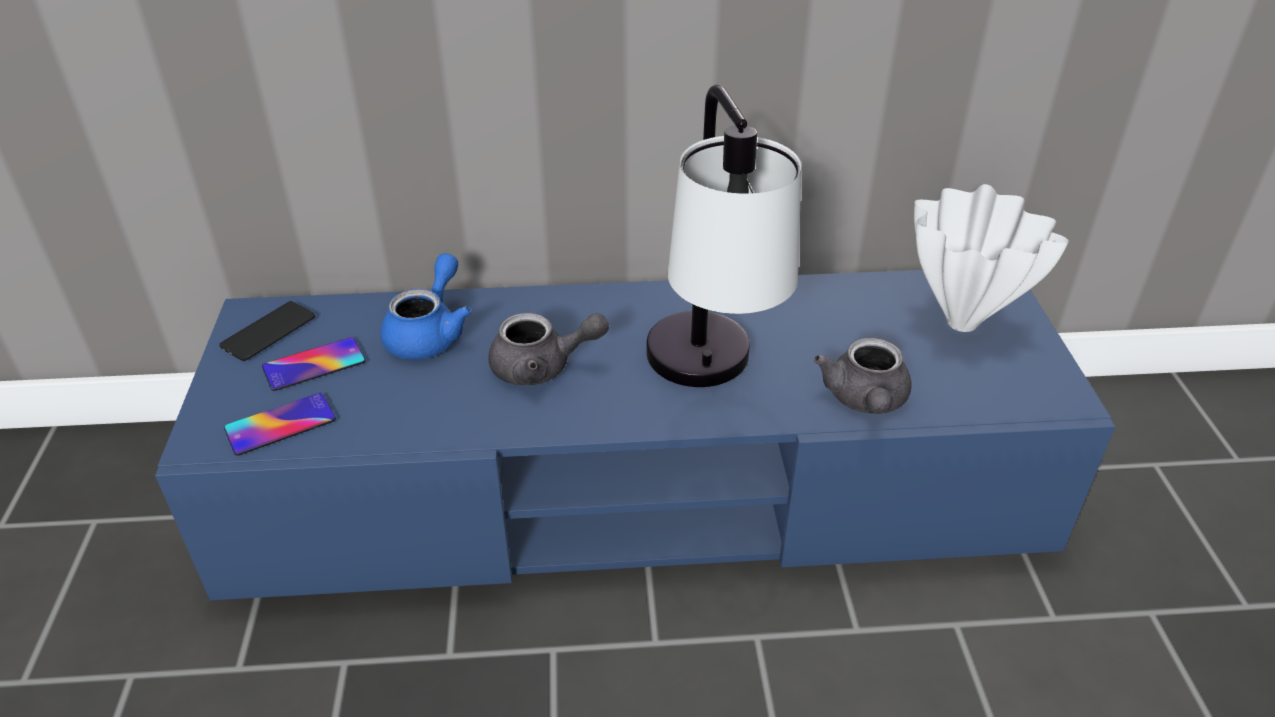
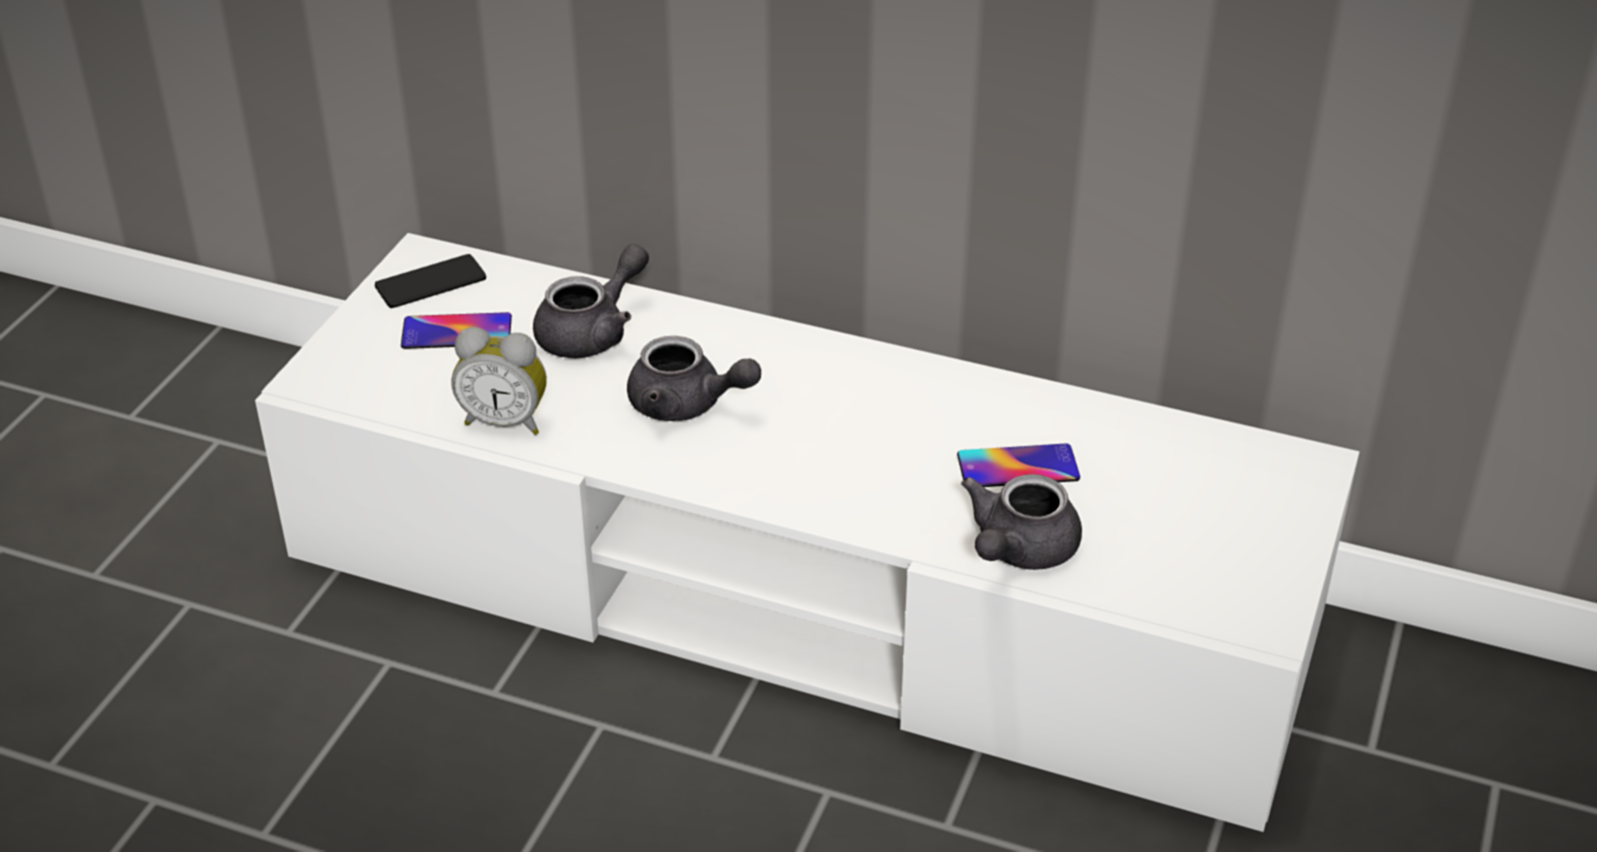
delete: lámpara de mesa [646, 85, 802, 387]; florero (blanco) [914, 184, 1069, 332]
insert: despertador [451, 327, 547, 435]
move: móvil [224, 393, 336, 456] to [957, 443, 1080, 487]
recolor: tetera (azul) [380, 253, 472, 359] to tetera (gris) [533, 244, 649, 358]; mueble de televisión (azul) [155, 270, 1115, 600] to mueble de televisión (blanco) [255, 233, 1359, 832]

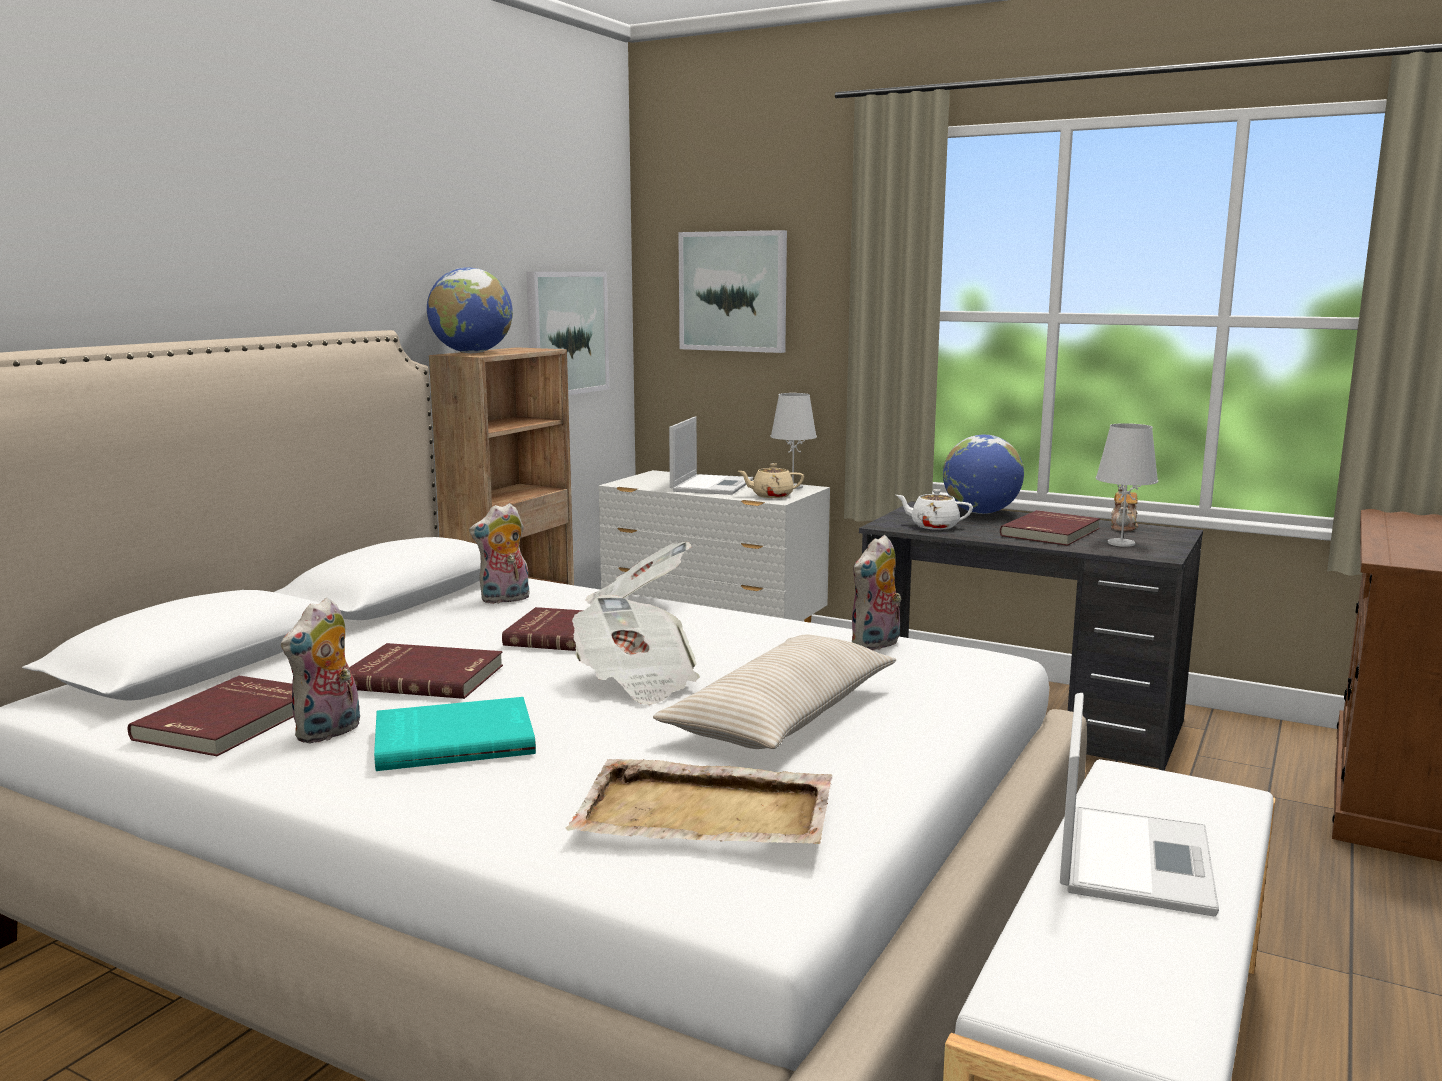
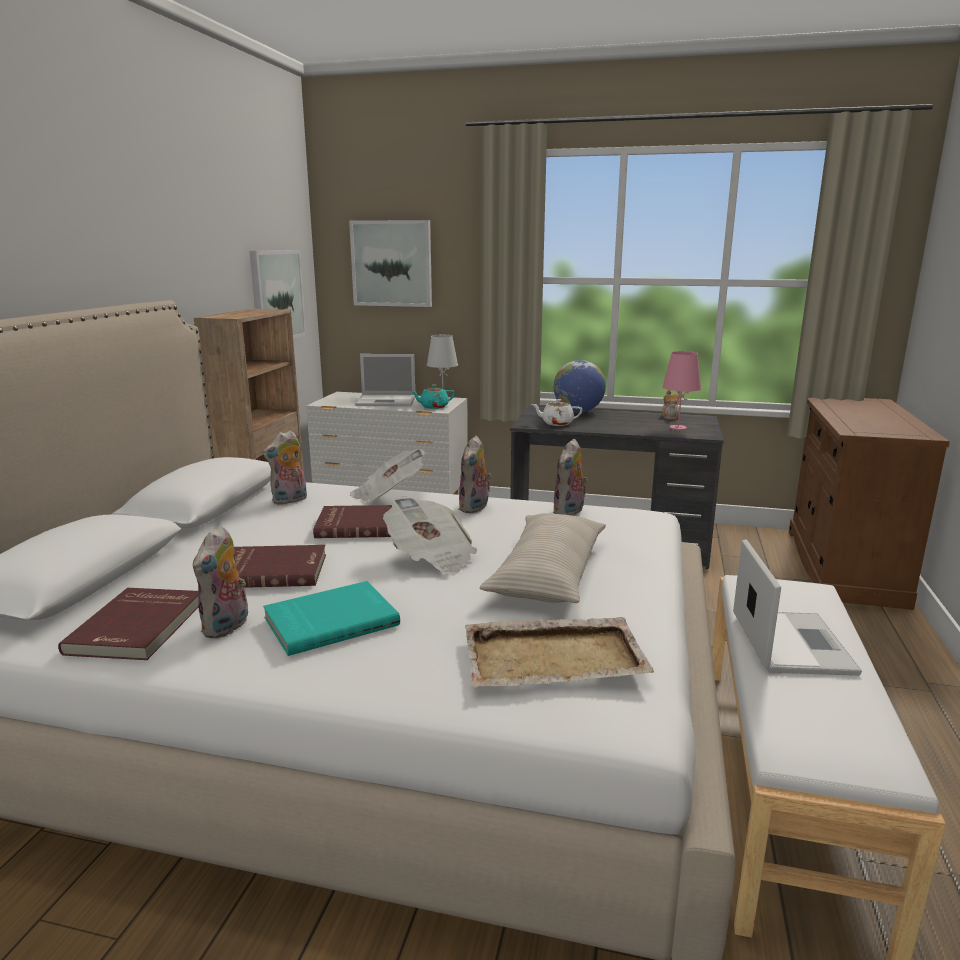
delete: globo terráqueo [427, 267, 513, 353]; libro (rojo) [1000, 510, 1100, 546]
insert: peluche [459, 435, 492, 513]
recolor: lámpara de mesa (blanco) [1096, 423, 1158, 547] to lámpara de mesa (rosa) [662, 351, 701, 430]; tetera (beis) [738, 463, 804, 498] to tetera (turquesa) [411, 385, 455, 409]
rotate: portátil [669, 416, 753, 495] = [355, 354, 415, 406] 90 degrees clockwise

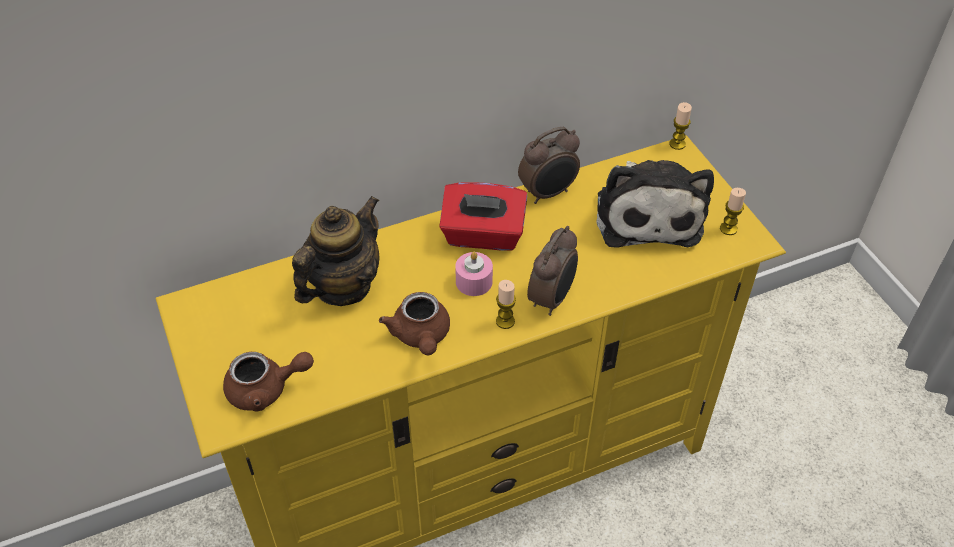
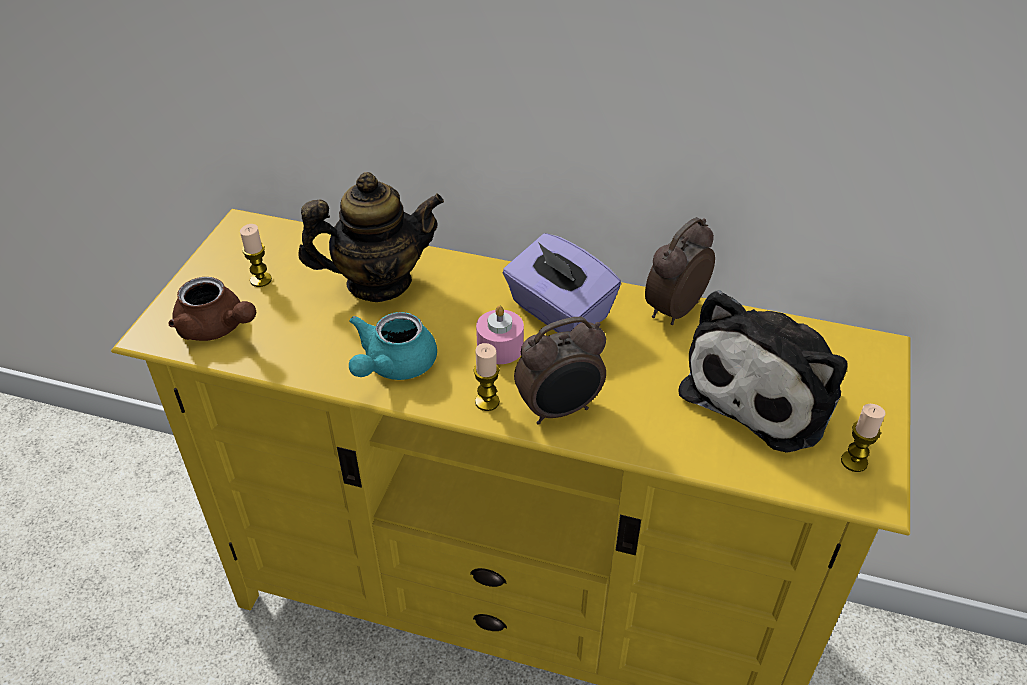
move: vela [669, 102, 692, 150] to [240, 224, 272, 287]
recolor: caja de pañuelos (rojo) [439, 182, 527, 251] to caja de pañuelos (morado) [503, 233, 621, 333]; tetera (marrón) [379, 292, 450, 355] to tetera (turquesa) [349, 312, 437, 380]
rotate: despertador [518, 127, 580, 204] = [645, 217, 715, 325] 120 degrees clockwise

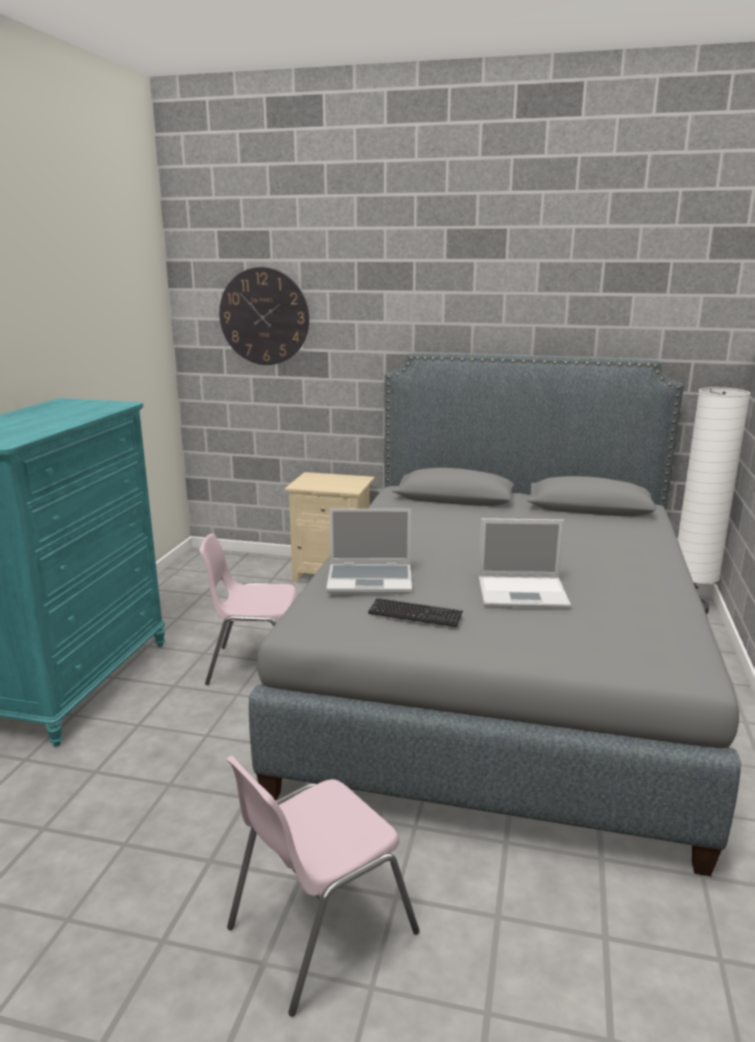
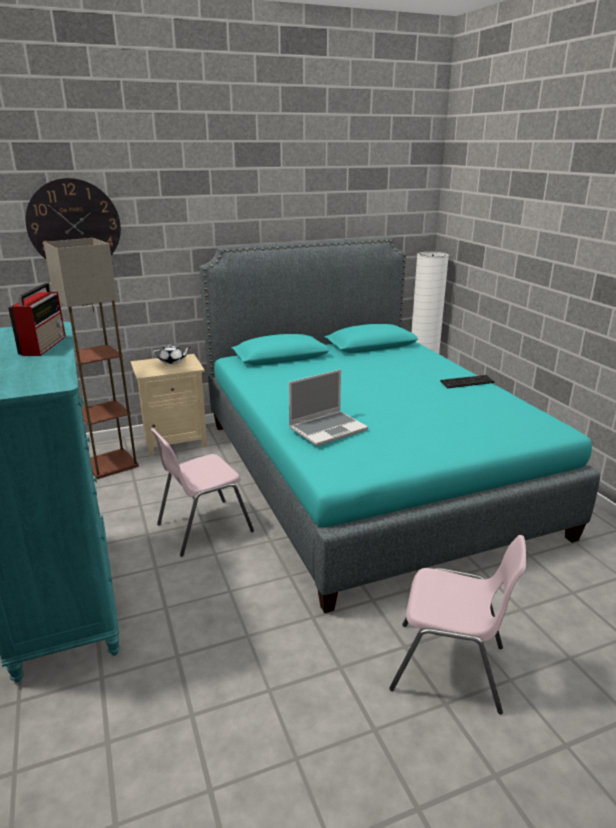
delete: portátil [478, 518, 571, 608]
insert: lámpara de pie [43, 238, 139, 479]; radio [8, 283, 66, 356]; tetera (blanco) [153, 344, 191, 364]
move: teclado [368, 598, 463, 627] to [440, 375, 495, 388]
recolor: cama (gris) [249, 353, 741, 876] to cama (turquesa) [199, 237, 600, 613]
rotate: silla (rosa) [226, 756, 420, 1016] = [389, 535, 526, 714] 90 degrees counterclockwise

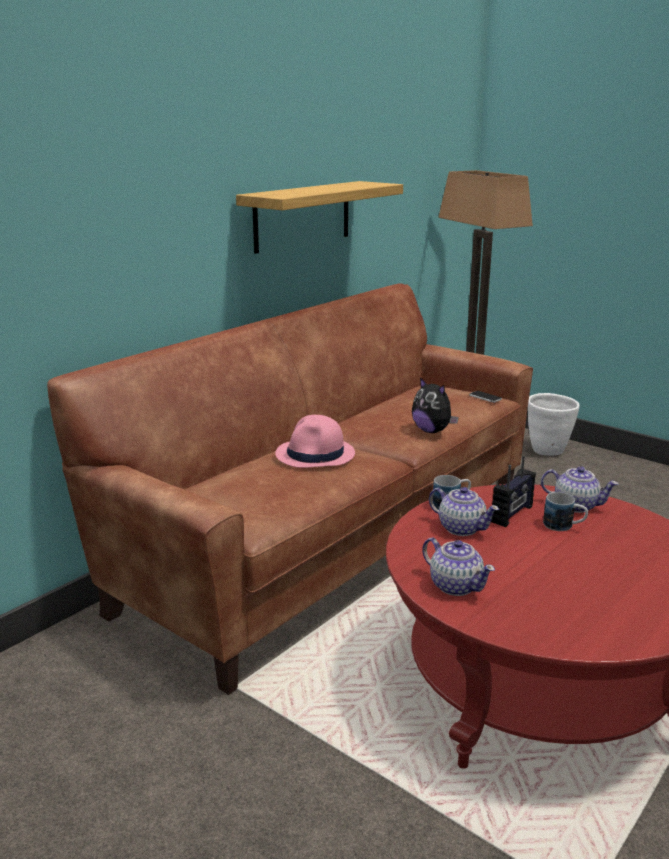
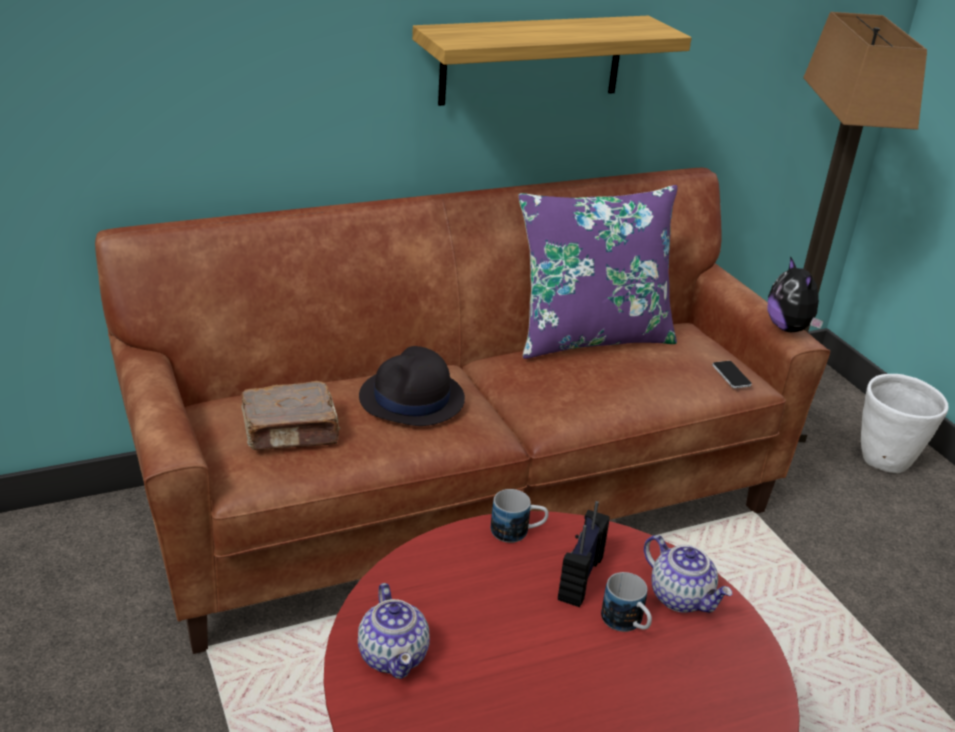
delete: tetera [429, 487, 499, 536]
insert: cojín (morado) [519, 185, 678, 359]; libro (marrón) [241, 381, 341, 450]
move: peluche [412, 378, 459, 433] to [767, 256, 824, 332]
recolor: sombrero (rosa) [275, 415, 355, 468] to sombrero (negro) [359, 346, 465, 426]
rotate: radio [491, 456, 536, 527] = [558, 501, 610, 607] 135 degrees clockwise

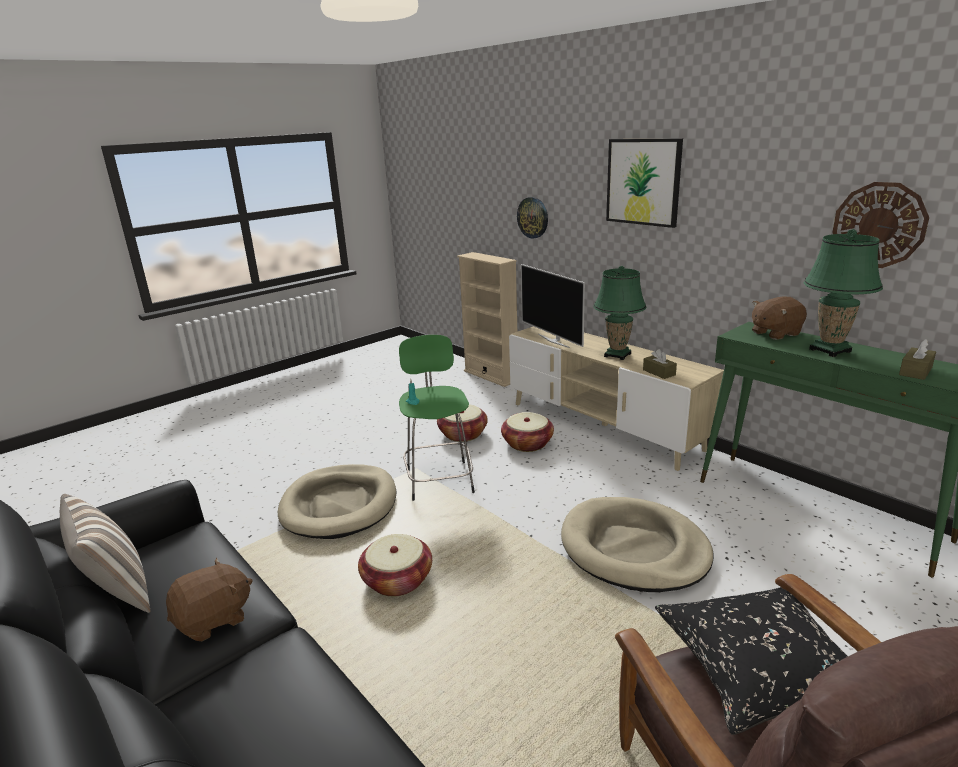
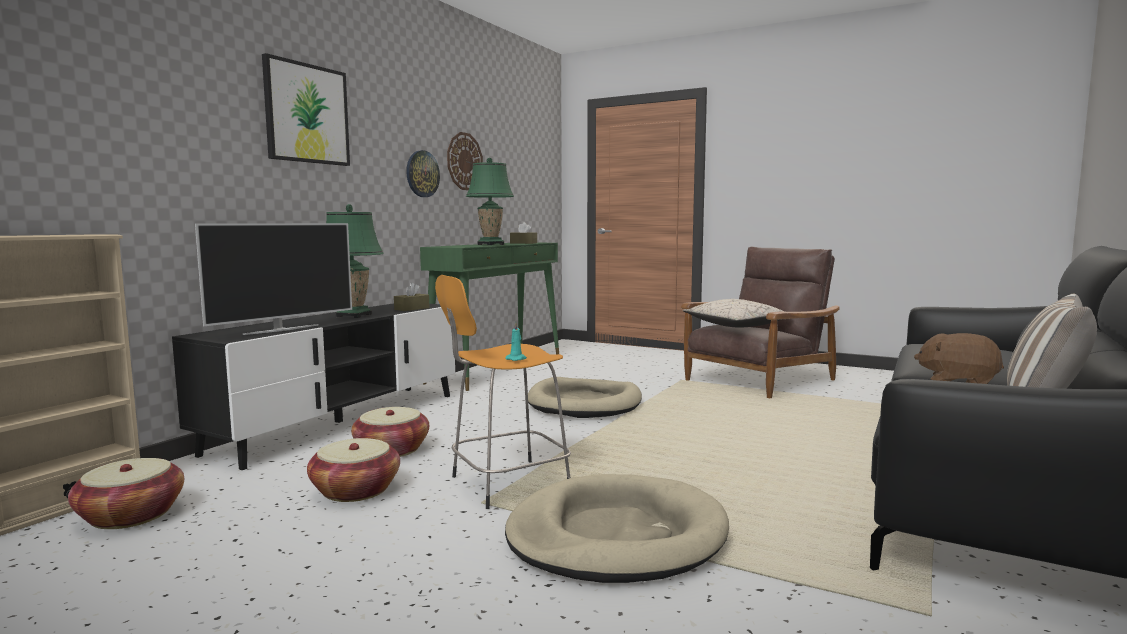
delete: peluche (marrón) [752, 297, 807, 340]
move: reloj de pared [517, 197, 548, 239] to [406, 150, 440, 197]; cesta [358, 534, 432, 597] to [68, 458, 184, 529]
recolor: mueble de televisión (beis) [509, 326, 724, 471] to mueble de televisión (negro) [172, 303, 455, 470]; taburete (verde) [399, 335, 475, 501] to taburete (naranja) [435, 275, 571, 509]; cojín (negro) [655, 587, 848, 735] to cojín (beis) [683, 299, 785, 328]

